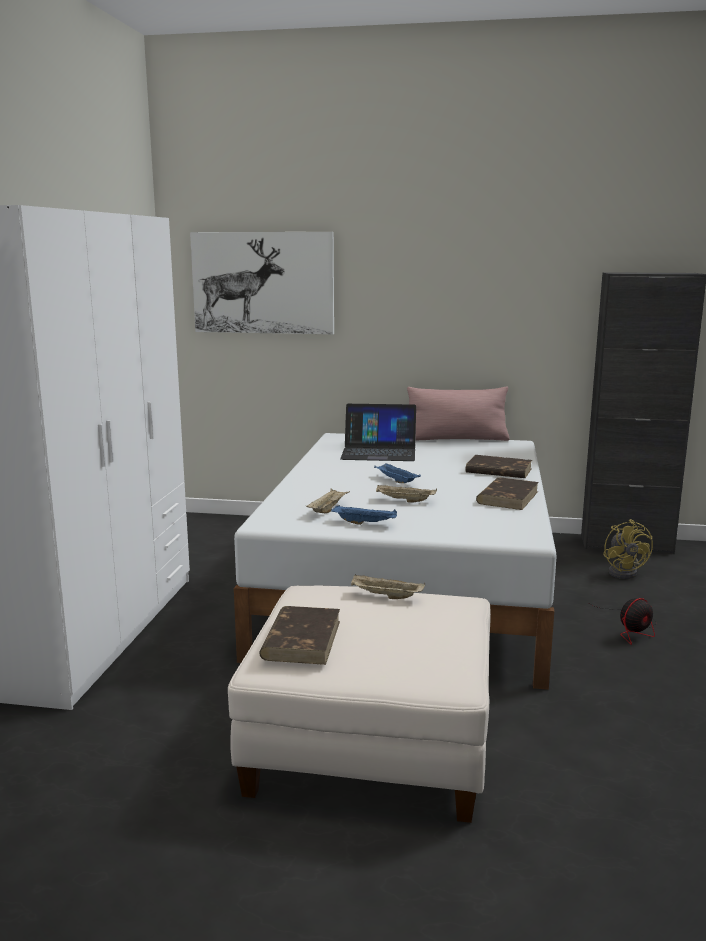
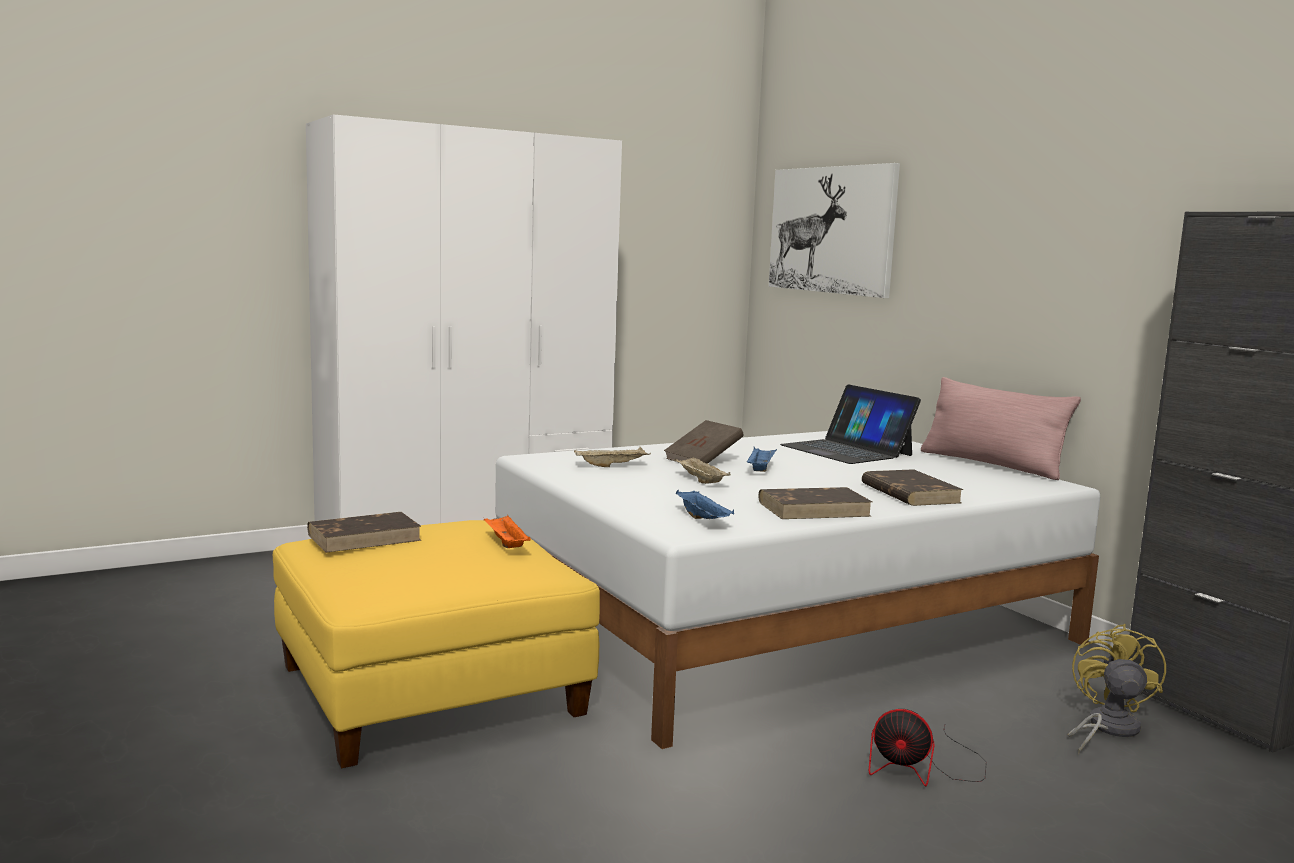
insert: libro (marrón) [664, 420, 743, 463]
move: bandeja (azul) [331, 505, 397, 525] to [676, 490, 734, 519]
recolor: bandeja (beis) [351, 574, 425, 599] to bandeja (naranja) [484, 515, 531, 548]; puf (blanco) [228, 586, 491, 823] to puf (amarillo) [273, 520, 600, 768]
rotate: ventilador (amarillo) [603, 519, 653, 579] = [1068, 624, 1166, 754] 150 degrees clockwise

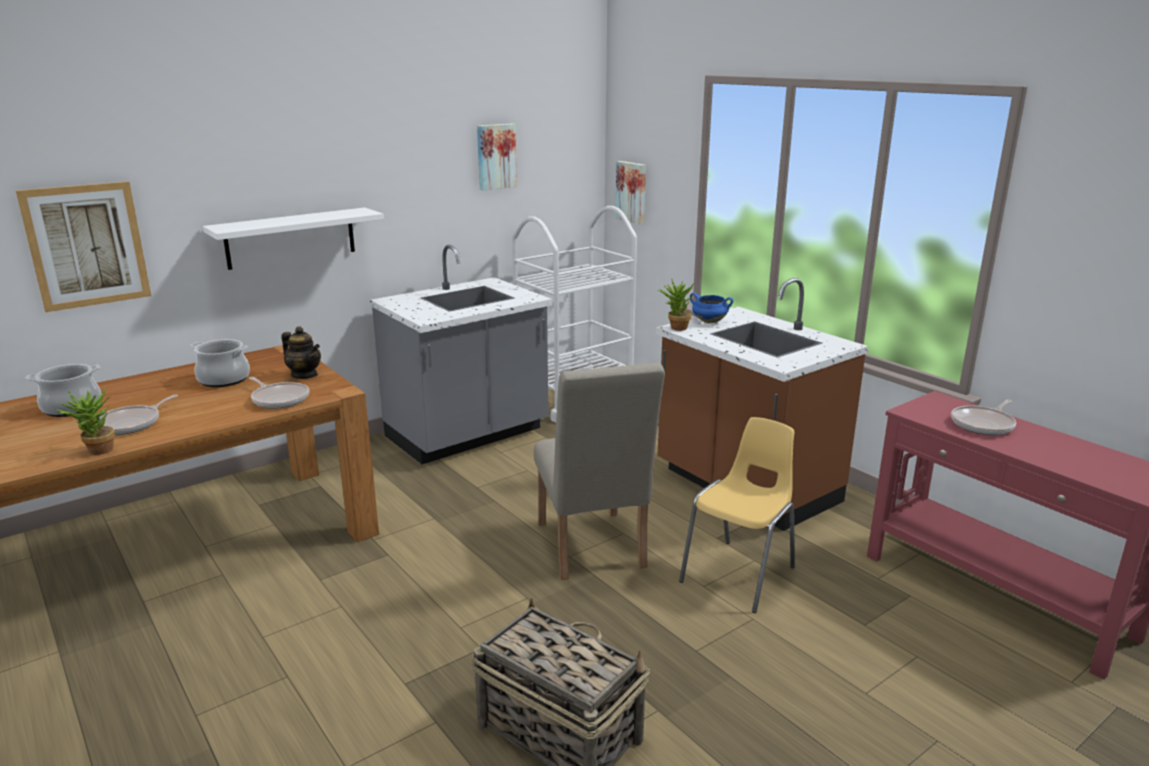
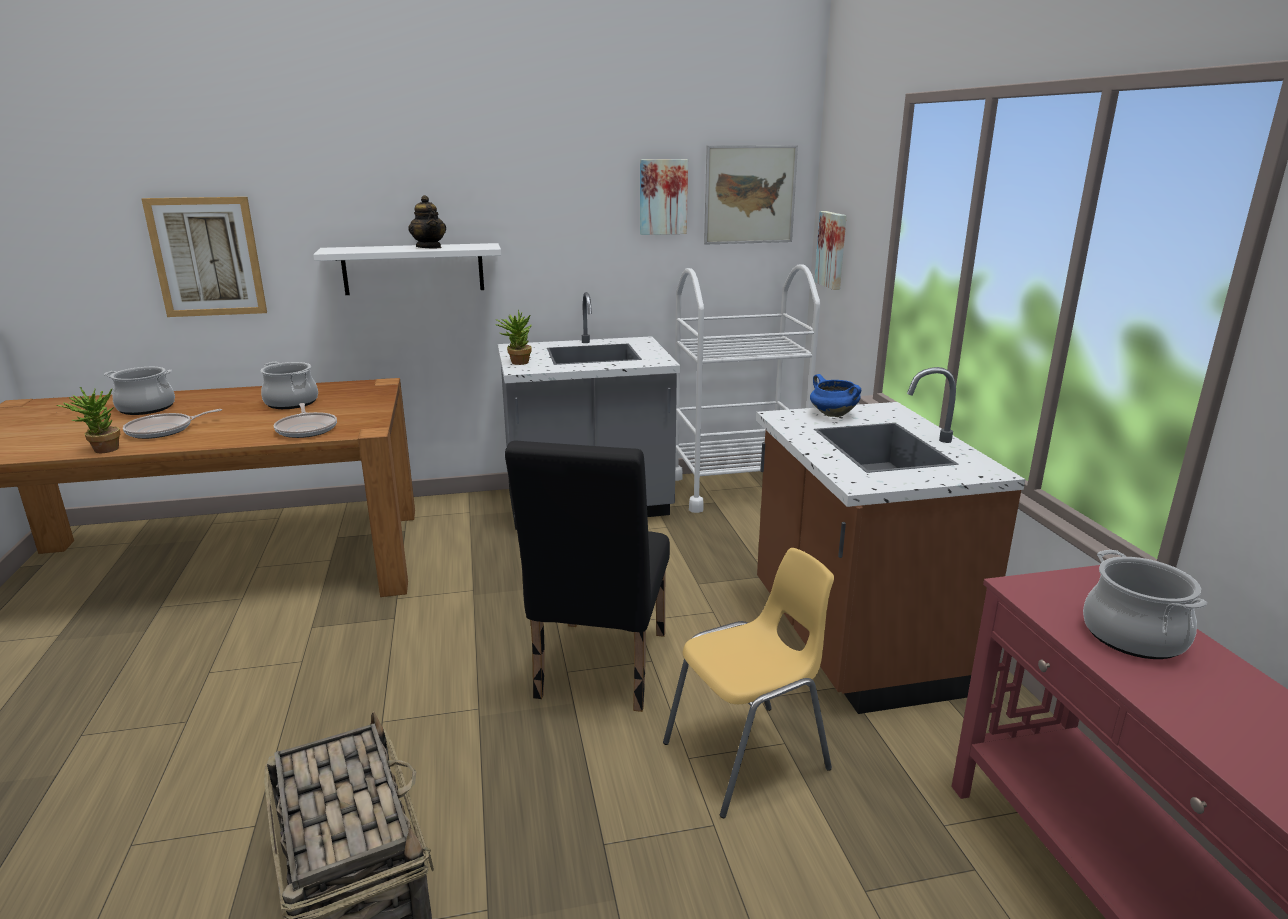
insert: cuadro [704, 145, 798, 245]
move: planta en maceta [658, 278, 694, 331] to [495, 310, 532, 365]; tetera [281, 326, 321, 379] to [408, 195, 446, 248]
replace: sartén [951, 399, 1016, 435] to olla [1083, 550, 1207, 659]
recolor: silla (beis) [534, 363, 665, 580] to silla (negro) [505, 440, 670, 712]

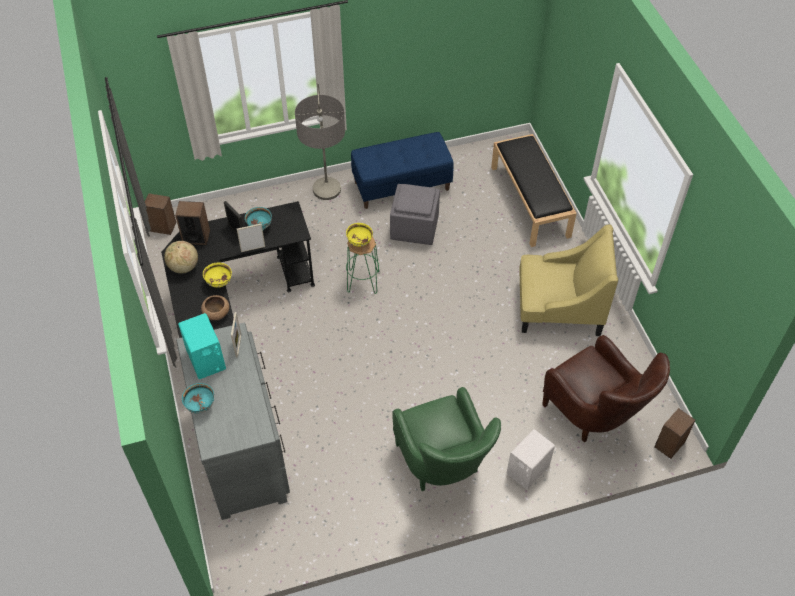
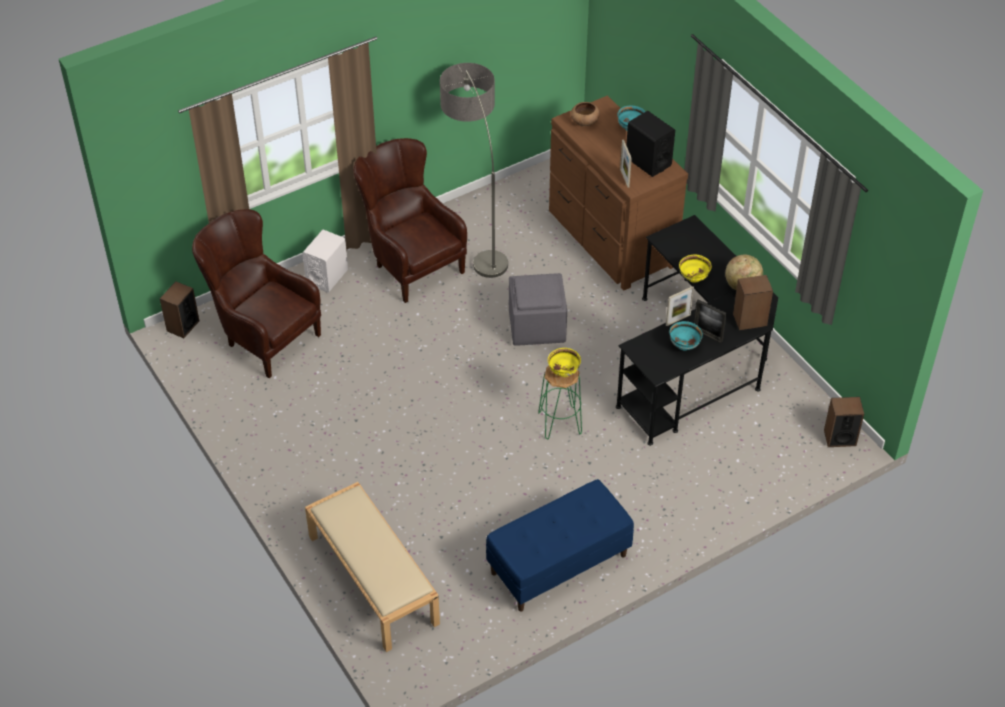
delete: sillón (amarillo) [519, 225, 618, 336]
move: lámpara de pie [295, 84, 345, 200] to [440, 63, 508, 278]; puf (gris) [390, 184, 440, 245] to [509, 273, 567, 346]; cuenco (marrón) [201, 295, 229, 320] to [571, 102, 600, 127]
recolor: banco (negro) [491, 134, 577, 247] to banco (beis) [305, 482, 440, 652]; altavoz (turquesa) [178, 313, 226, 379] to altavoz (negro) [626, 111, 675, 177]; cómoda (gris) [176, 323, 290, 520] to cómoda (marrón) [549, 95, 688, 291]; sillón (verde) [392, 387, 501, 491] to sillón (marrón) [353, 138, 467, 303]

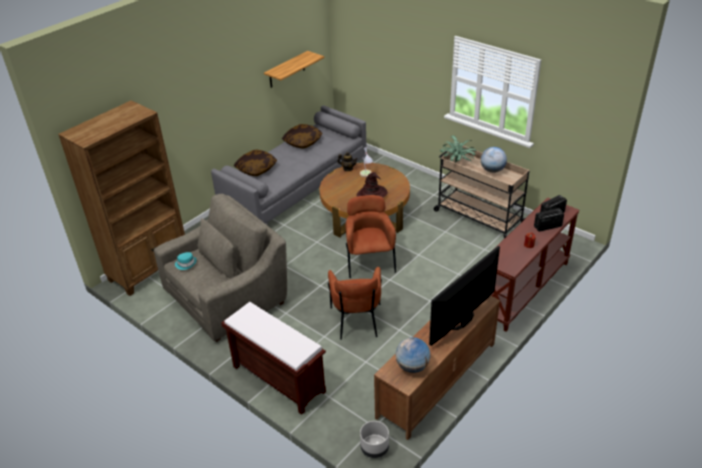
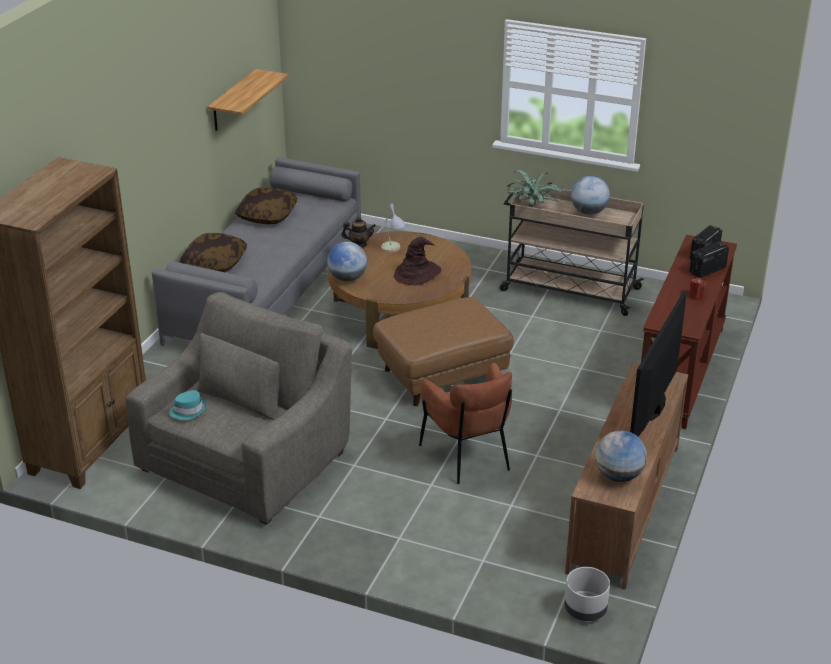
delete: banco (marrón) [221, 302, 326, 415]
insert: globo terráqueo [327, 242, 367, 282]
replace: sillón (marrón) [345, 195, 396, 278] to puf (marrón) [373, 297, 514, 406]

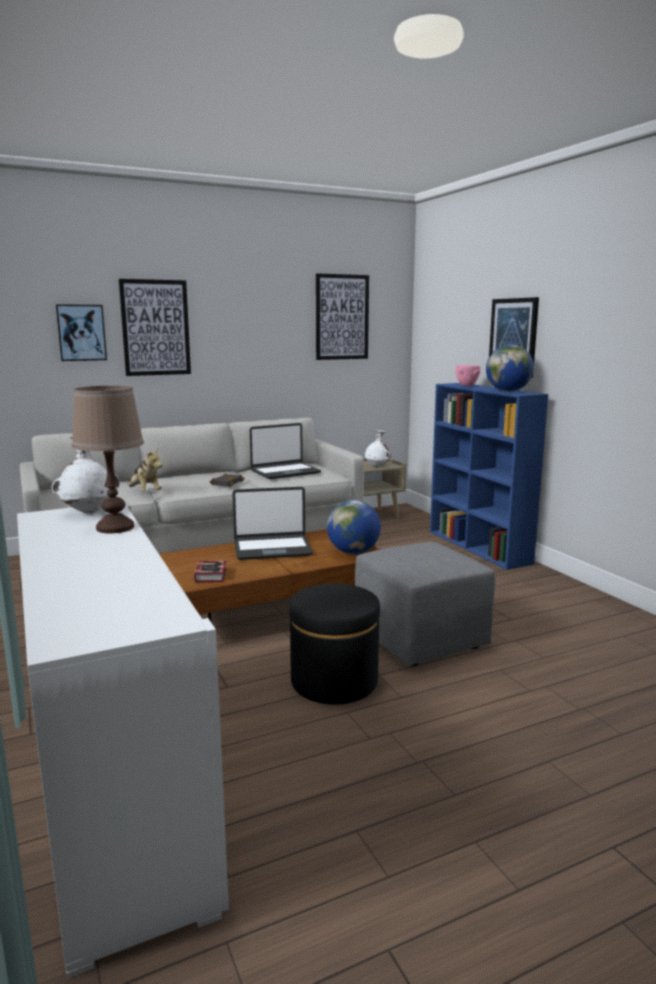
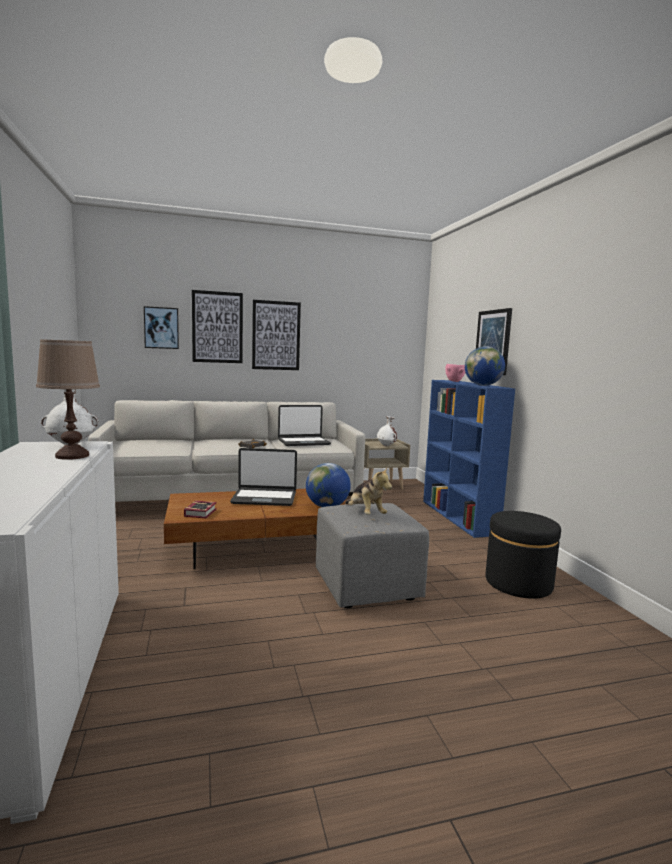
move: cuadro [316, 273, 369, 360] to [252, 300, 301, 370]; peluche [128, 448, 162, 491] to [345, 468, 392, 515]; puf (negro) [289, 583, 380, 704] to [485, 511, 561, 599]

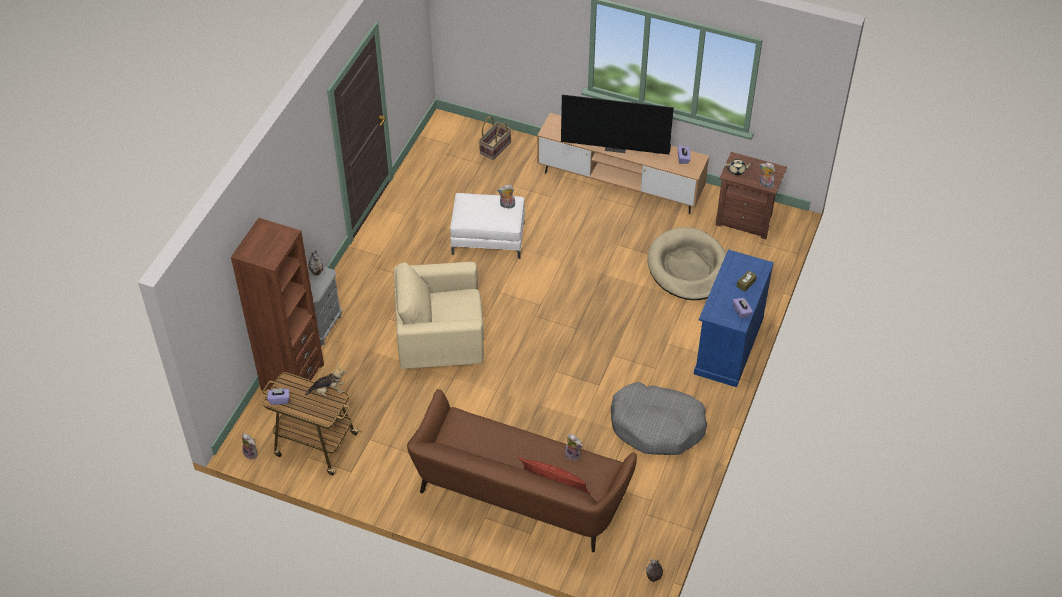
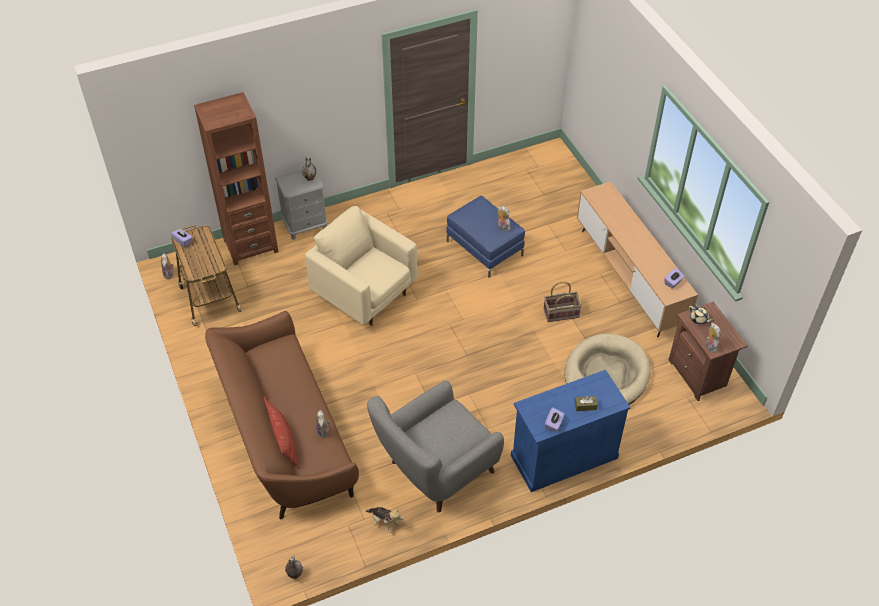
delete: televisor [561, 95, 674, 155]
move: cesta [479, 116, 511, 160] to [544, 282, 582, 322]; peluche [305, 364, 347, 396] to [365, 507, 403, 533]
replace: cama para perro (gris) [611, 382, 707, 455] to sillón (gris) [367, 381, 504, 513]
recolor: puf (blanco) [450, 193, 525, 259] to puf (azul) [446, 196, 525, 278]

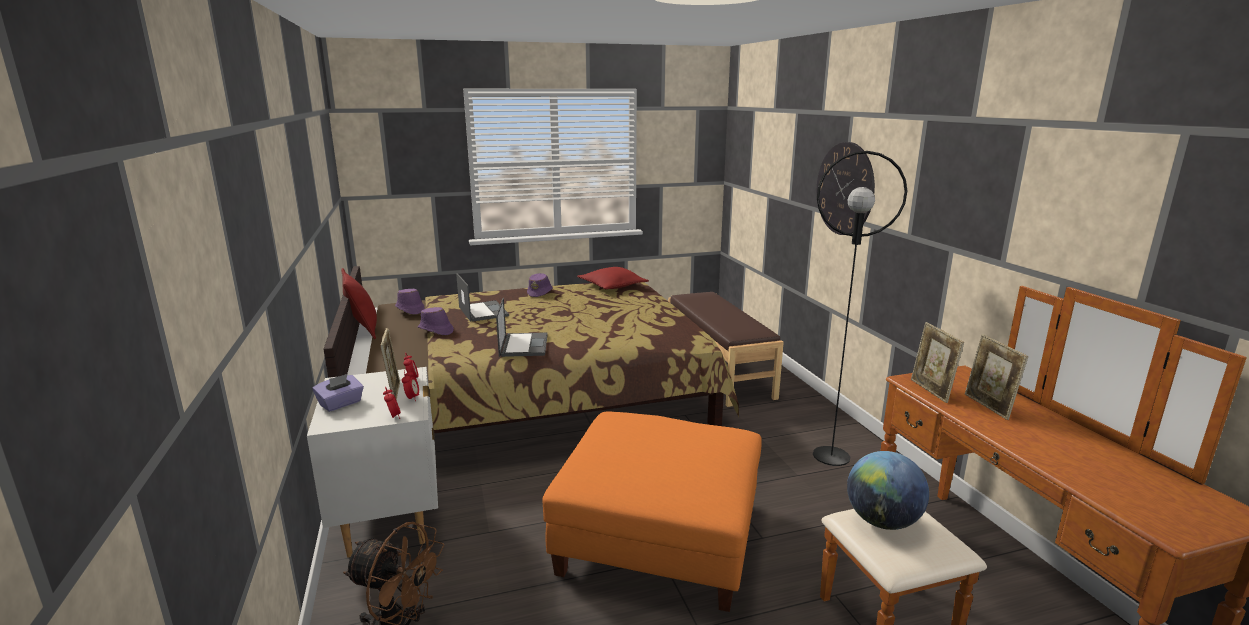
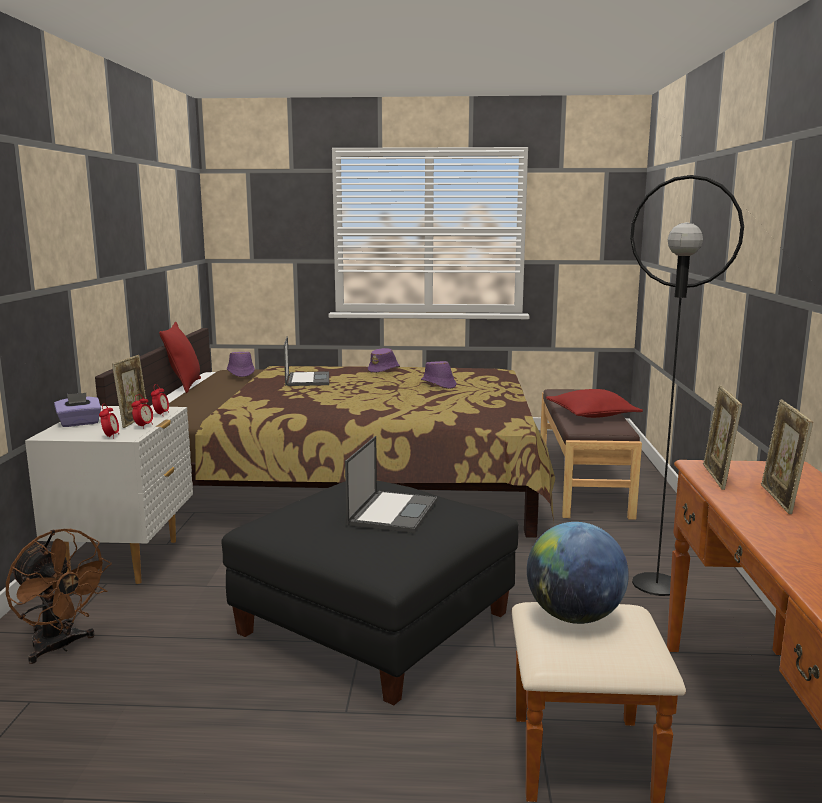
delete: reloj de pared [817, 142, 875, 235]
move: cojín (rojo) [577, 267, 649, 289] to [546, 389, 643, 418]; portátil [496, 298, 548, 357] to [345, 436, 438, 533]; sombrero (morado) [418, 307, 454, 335] to [421, 361, 457, 389]
recolor: puf (naranja) [542, 412, 762, 612] to puf (negro) [221, 481, 518, 705]

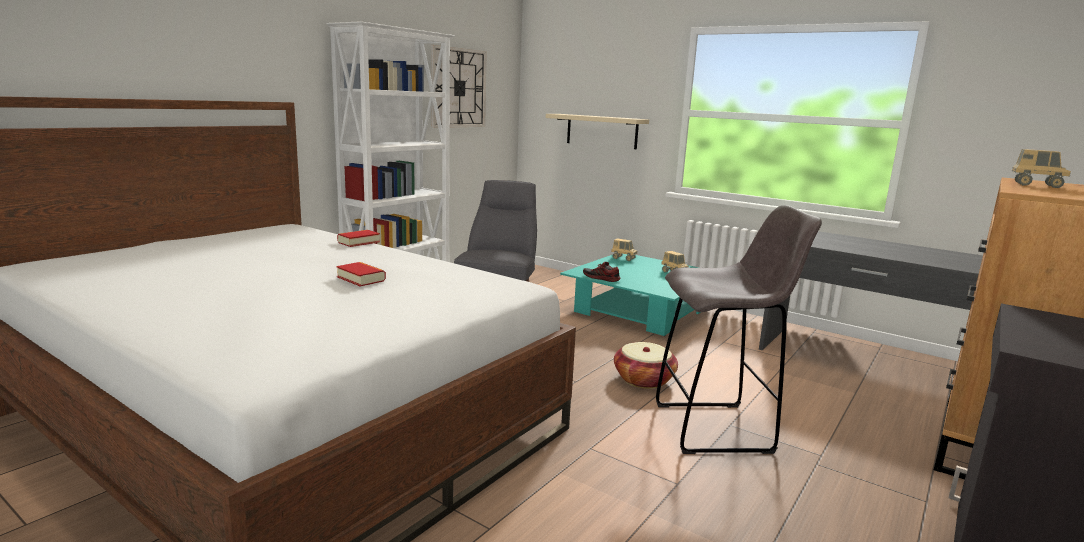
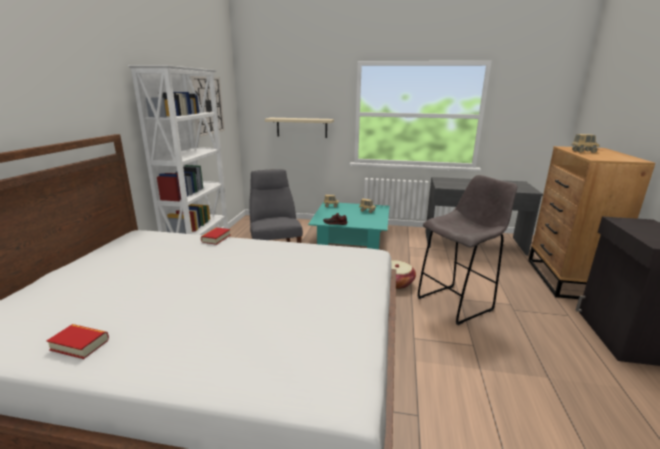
move: libro [336, 262, 386, 287] to [47, 324, 109, 359]

